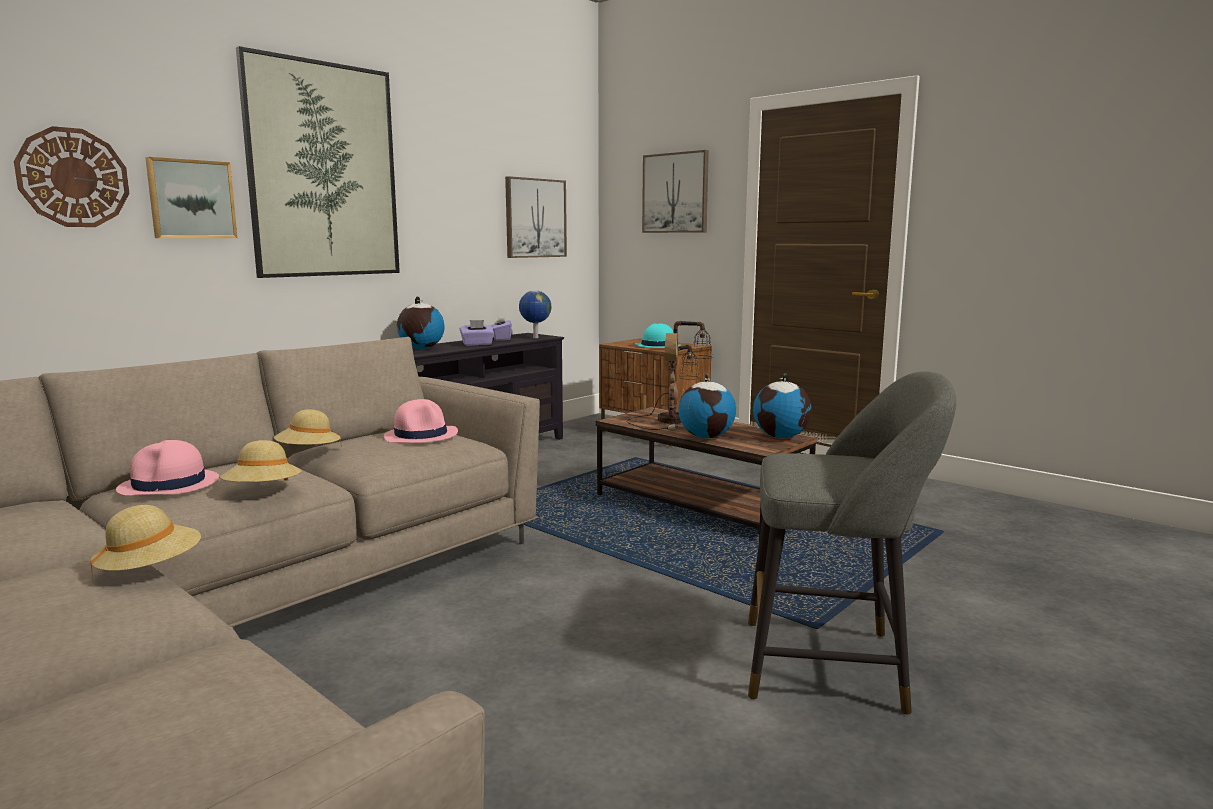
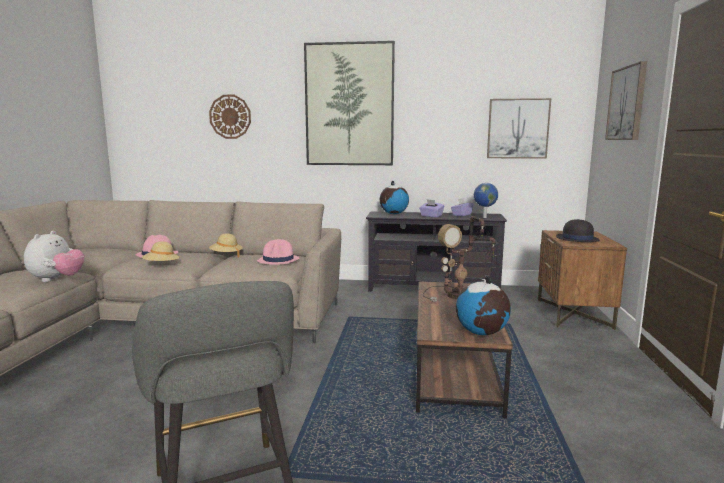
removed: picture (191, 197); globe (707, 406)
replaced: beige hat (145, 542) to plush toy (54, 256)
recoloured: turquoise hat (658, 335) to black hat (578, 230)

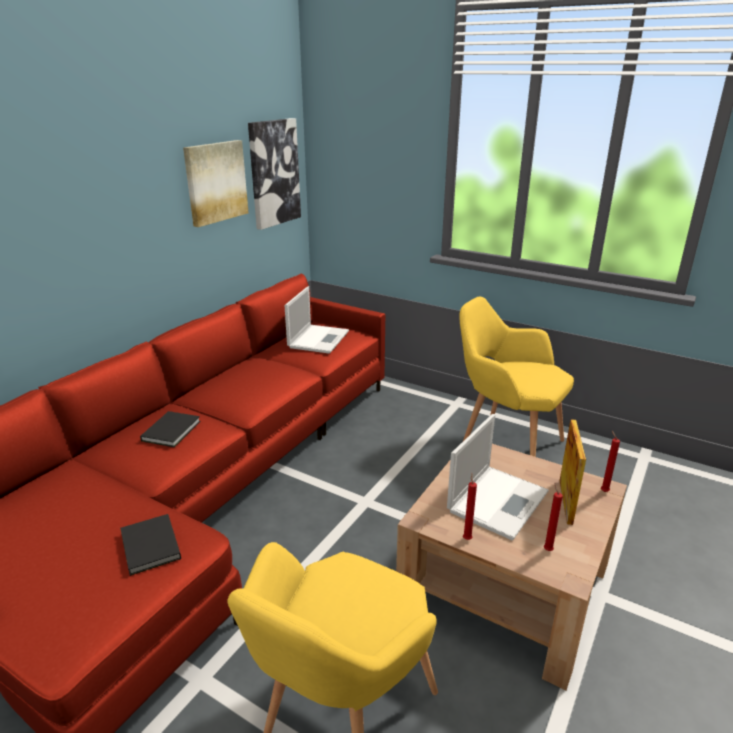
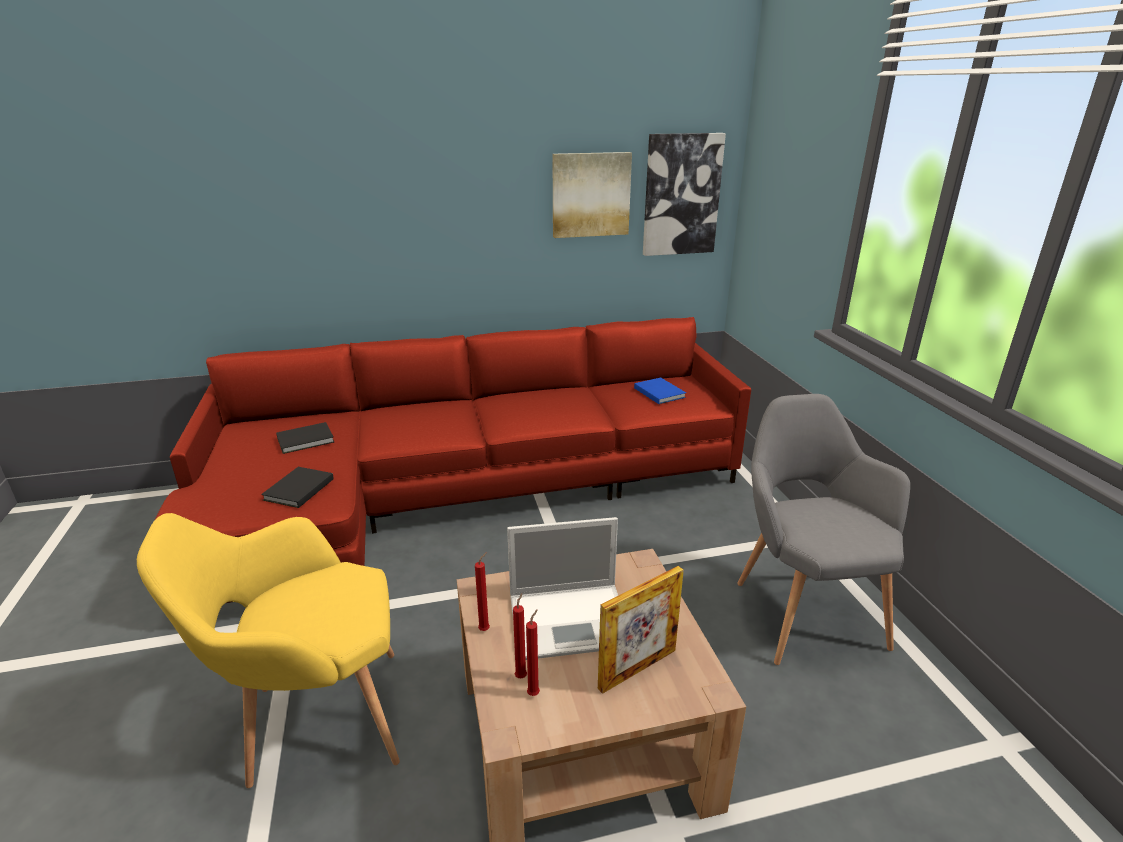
moved: black book (170, 429) to (305, 438); red candle (610, 461) to (520, 635)
replaced: laptop (316, 320) to blue book (660, 391)
recoloured: yellow armchair (516, 377) to grey armchair (824, 529)

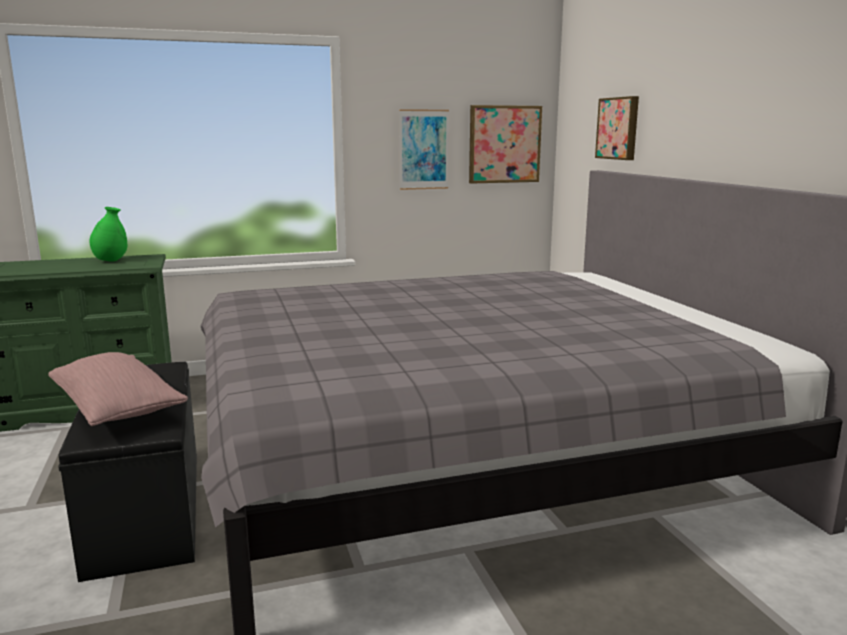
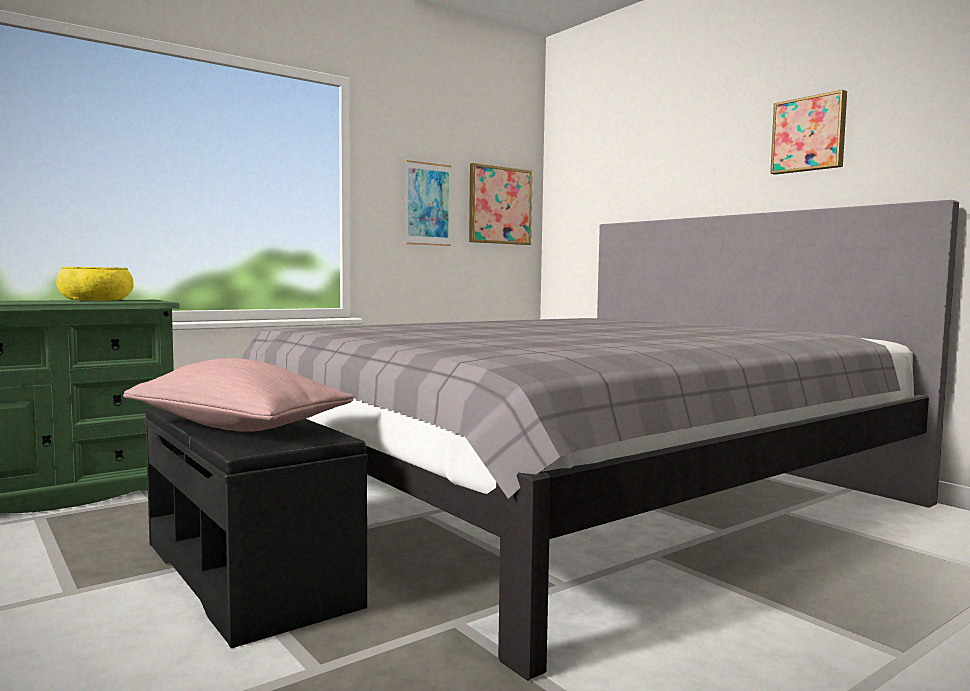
moved: picture (617, 128) to (808, 132)
replaced: green vase (108, 234) to yellow bowl (95, 284)

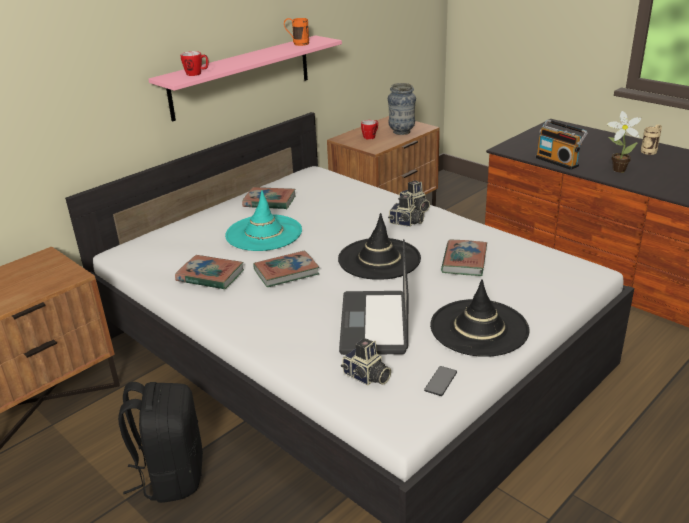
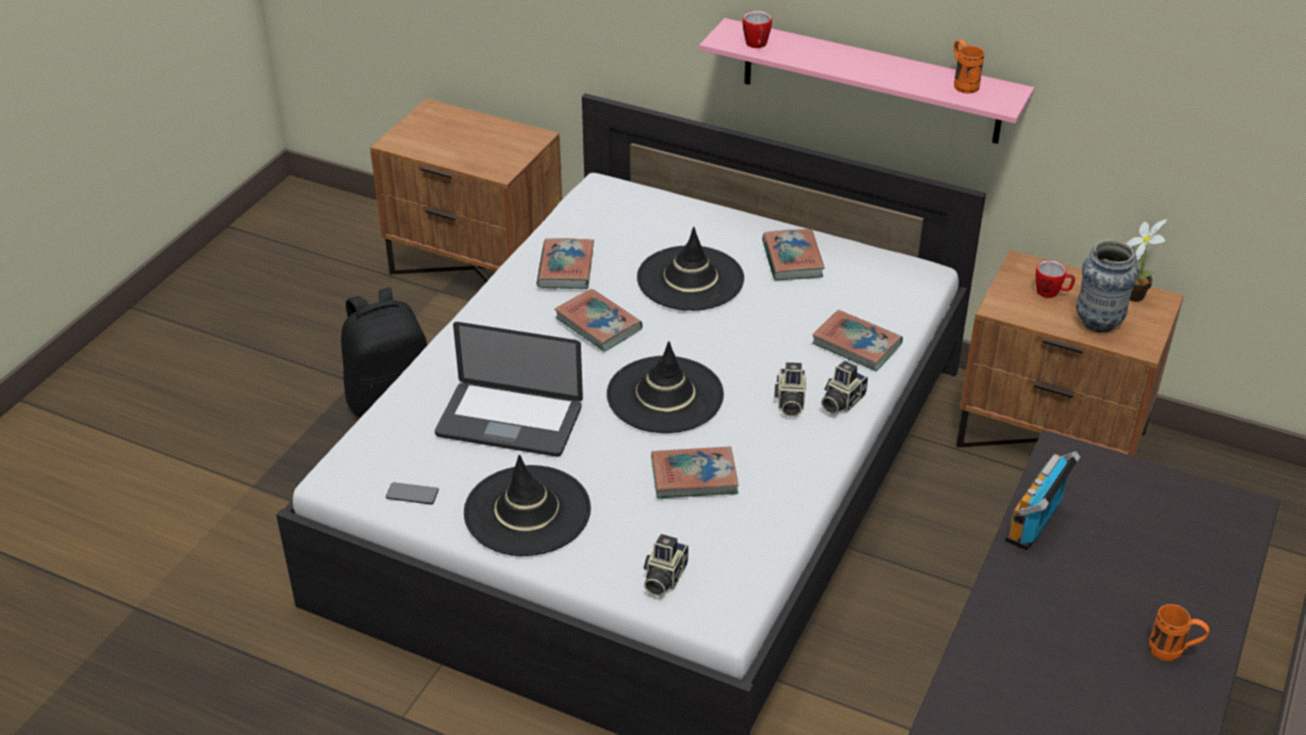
added: book (857, 340)
moved: photo camera (366, 361) to (666, 565); potted plant (624, 141) to (1146, 260)
recoloured: turquoise hat (263, 221) to black hat (690, 269); beige mug (651, 139) to orange mug (1179, 632)
turned: laptop (373, 297) = (509, 389) 150 degrees counterclockwise

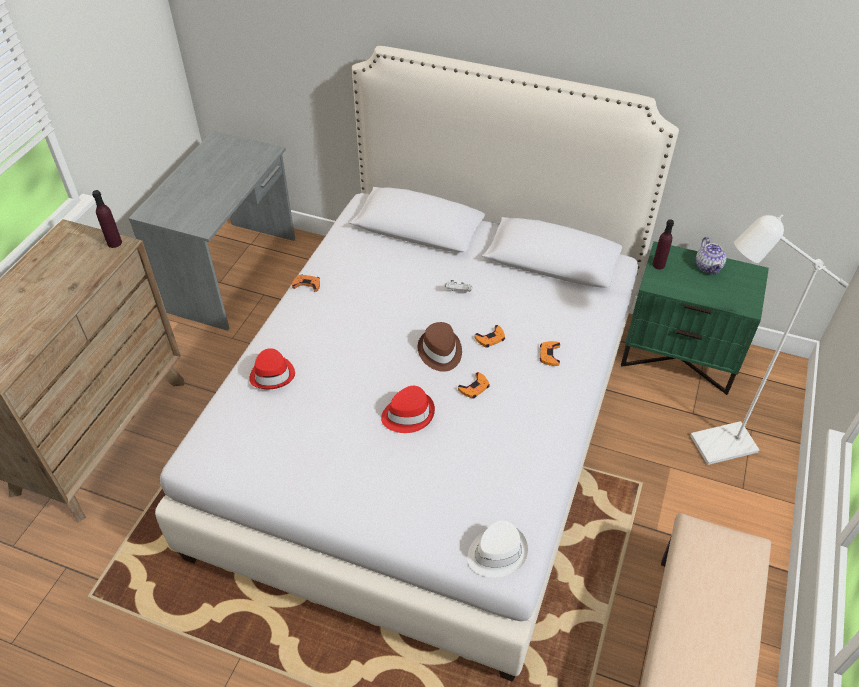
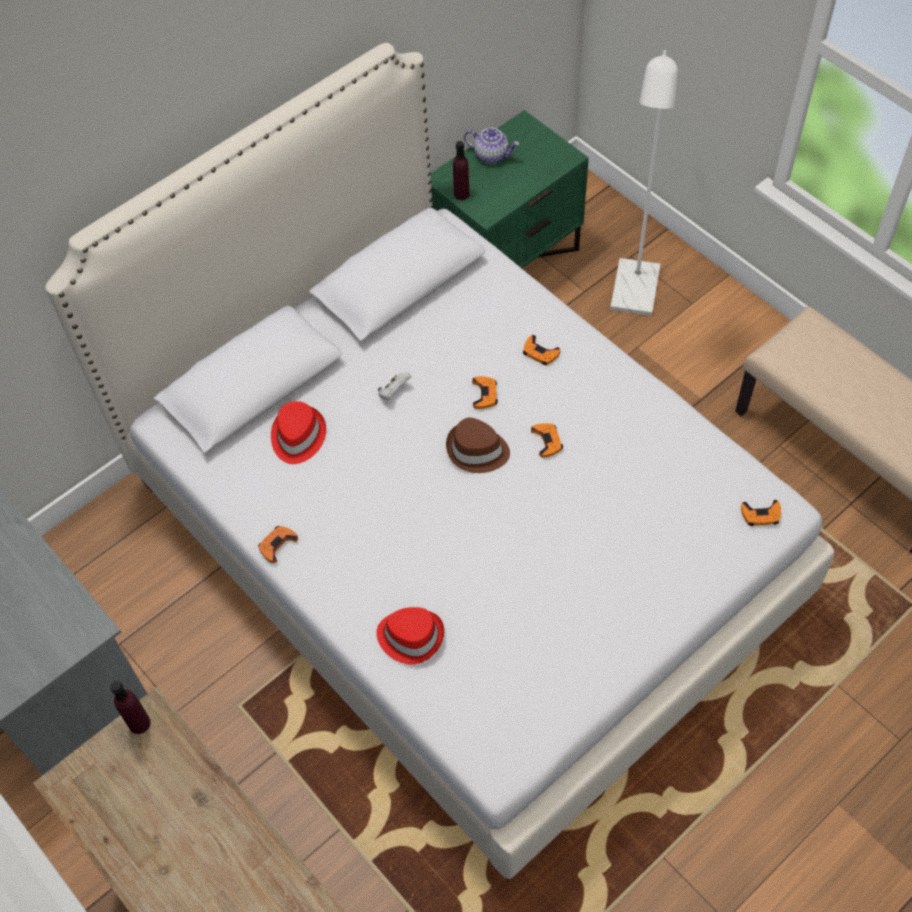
moved: red hat (408, 409) to (298, 432)
replaced: white hat (497, 548) to orange game controller (761, 513)

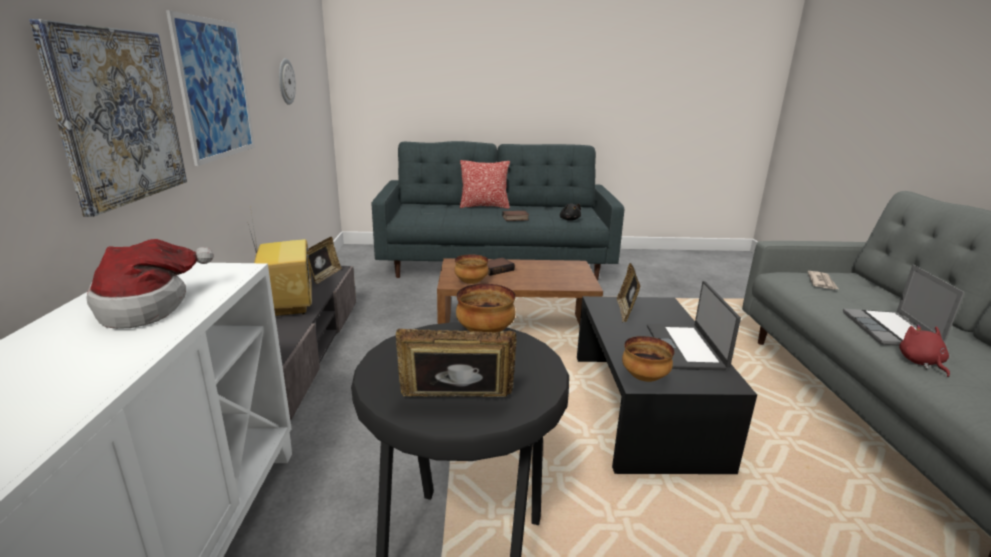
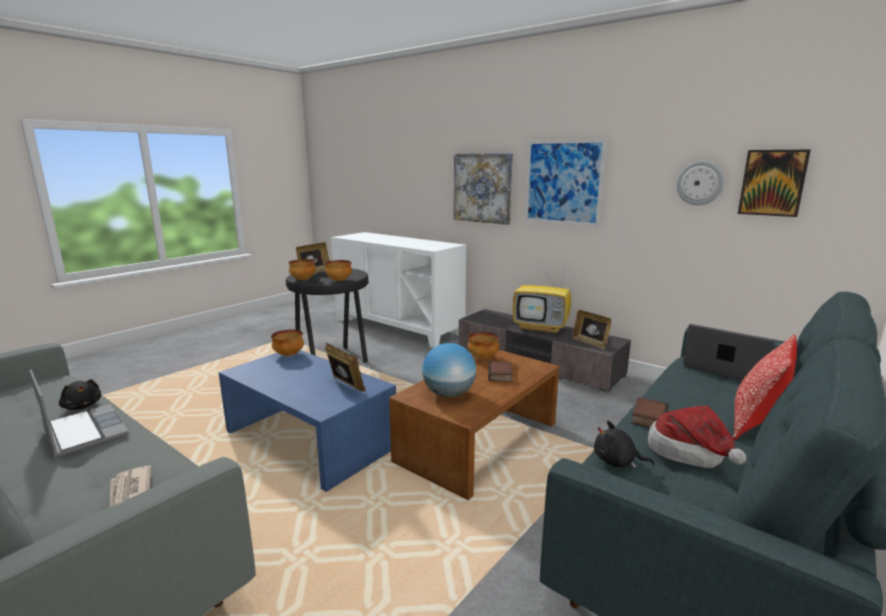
added: bowl (302, 269); globe (449, 370); picture (774, 183)
moved: hat (150, 284) to (697, 437); laptop (694, 325) to (729, 352)
recoloured: black coffee table (667, 385) to blue coffee table (307, 421); red plush toy (924, 350) to black plush toy (80, 394)

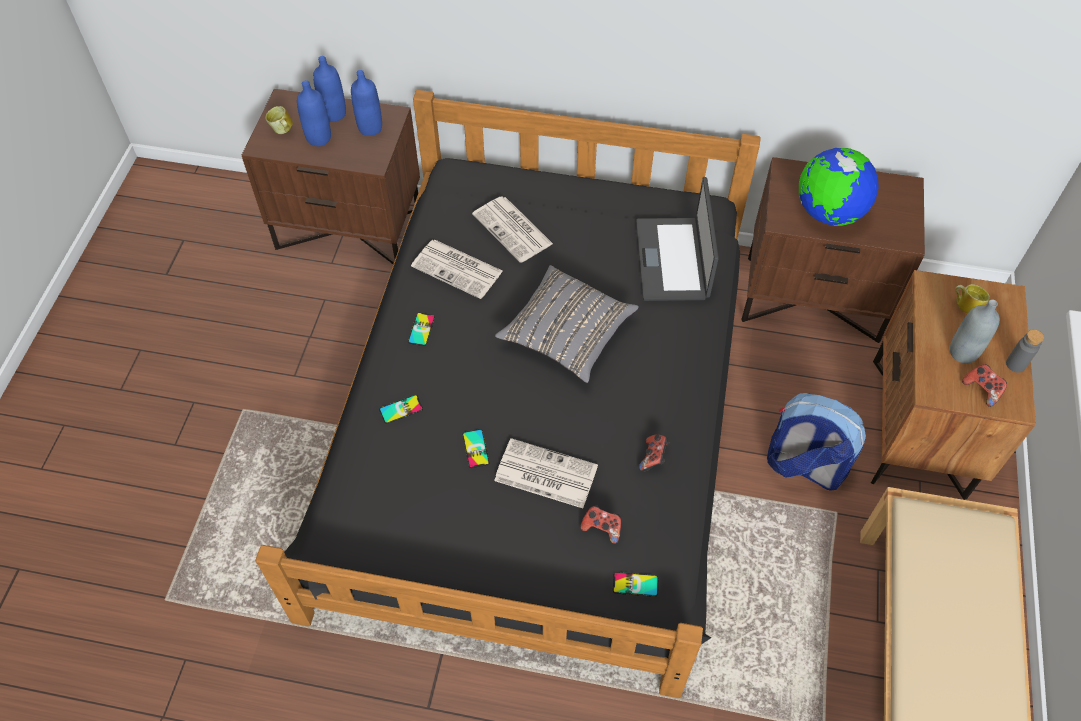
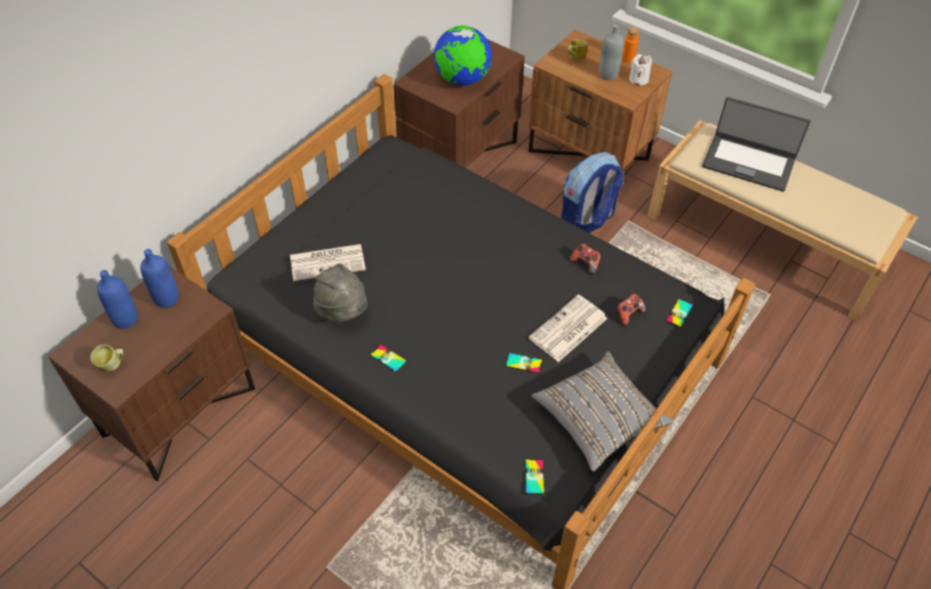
removed: blue bottle (314, 113)
moved: phone (401, 409) to (534, 477); grey pillow (567, 324) to (602, 411); laptop (677, 239) to (756, 144)
replaced: newspaper (457, 269) to grey hat (340, 292); game controller (984, 385) to white candle (640, 69)
recoloured: grey bottle (1025, 351) to orange bottle (630, 45)

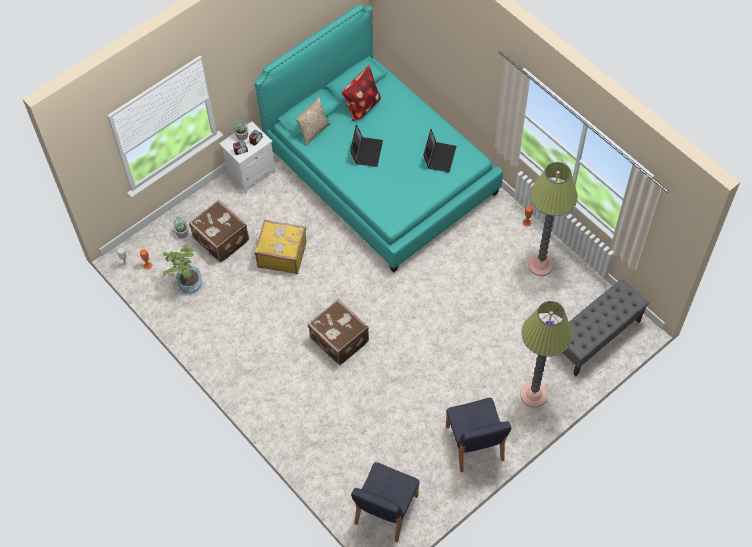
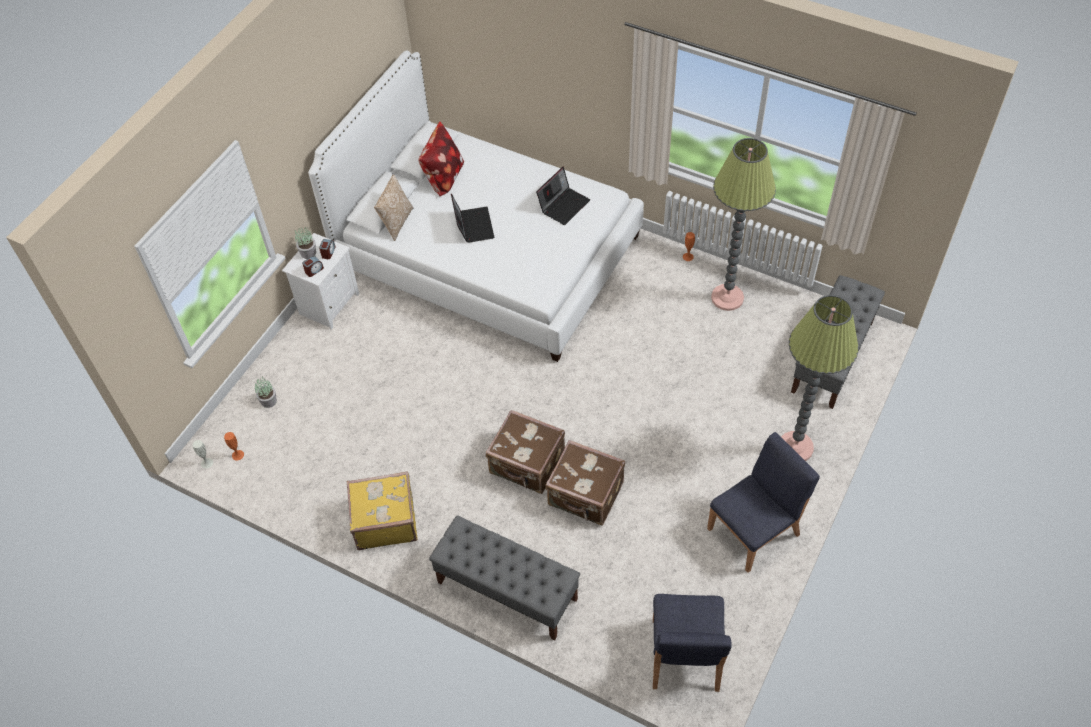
removed: potted plant (182, 269)
added: grey bench (504, 577)
moved: brown suitcase (219, 231) to (585, 483); yellow suitcase (280, 247) to (382, 510)
recoloured: turquoise bed (379, 139) to white bed (476, 206)
turned: laptop (439, 151) = (563, 196) 45 degrees clockwise; blue chair (478, 435) = (763, 502) 90 degrees counterclockwise

